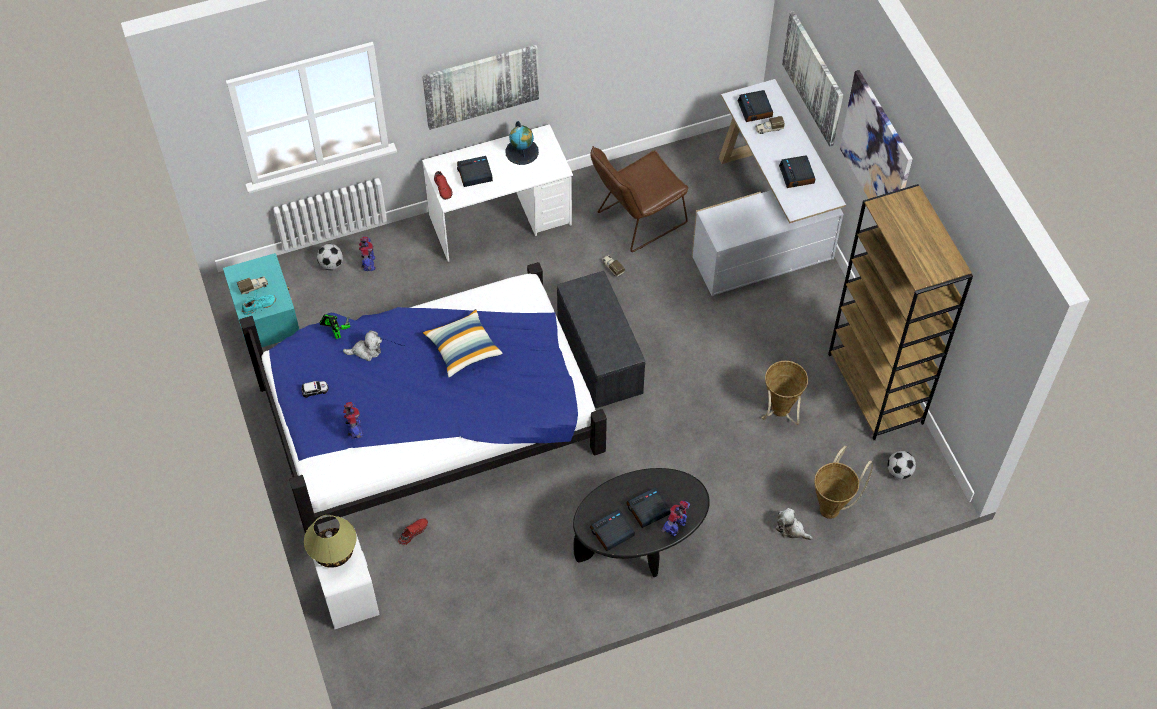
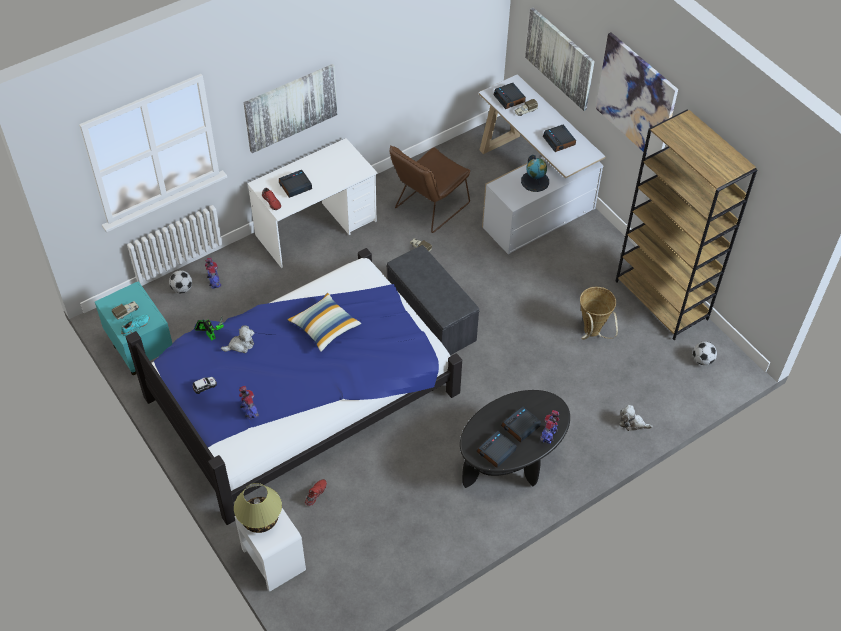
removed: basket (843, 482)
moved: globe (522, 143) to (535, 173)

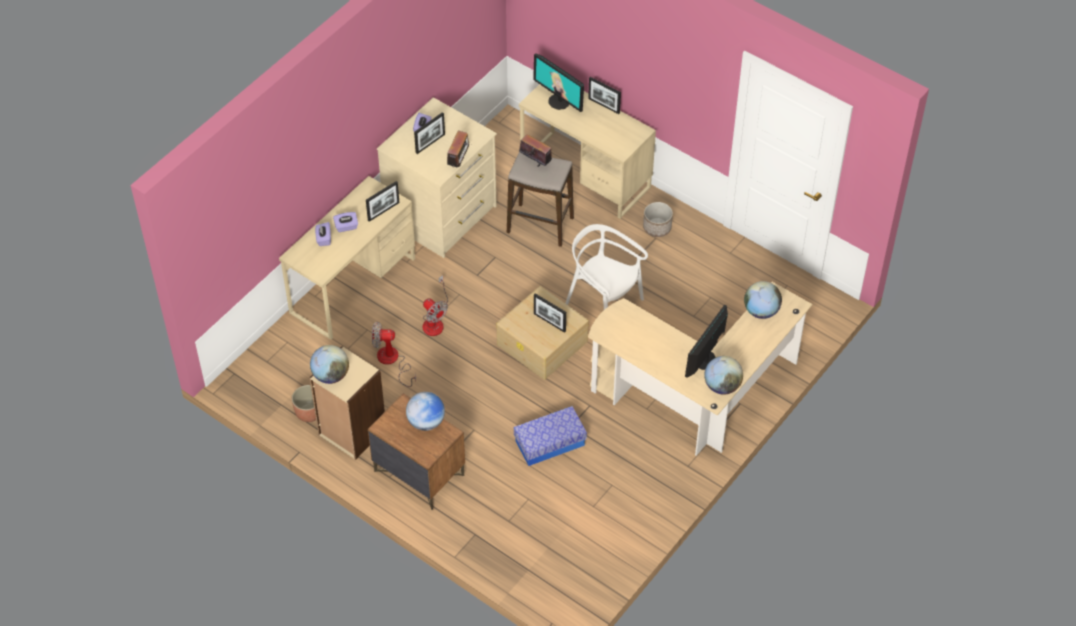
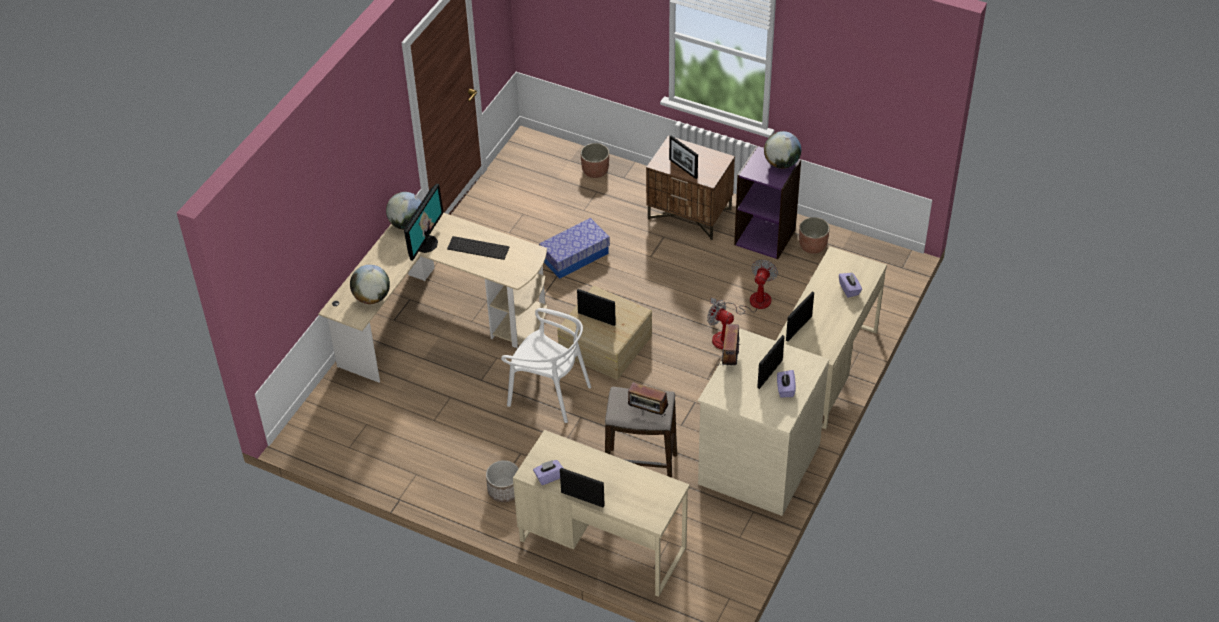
removed: monitor (558, 82)
added: keyboard (478, 248); planter (594, 160)
moved: purple tissue box (345, 222) to (548, 472)
replaced: globe (425, 411) to picture frame (683, 157)
recoloured: beige bookcase (347, 403) to purple bookcase (767, 202)
turned: fan (394, 354) = (744, 286) 60 degrees counterclockwise

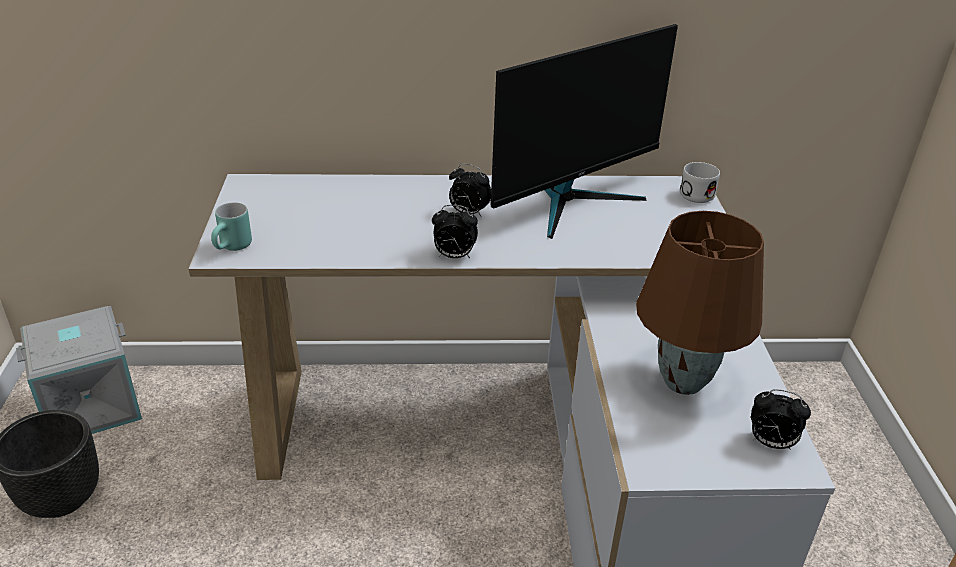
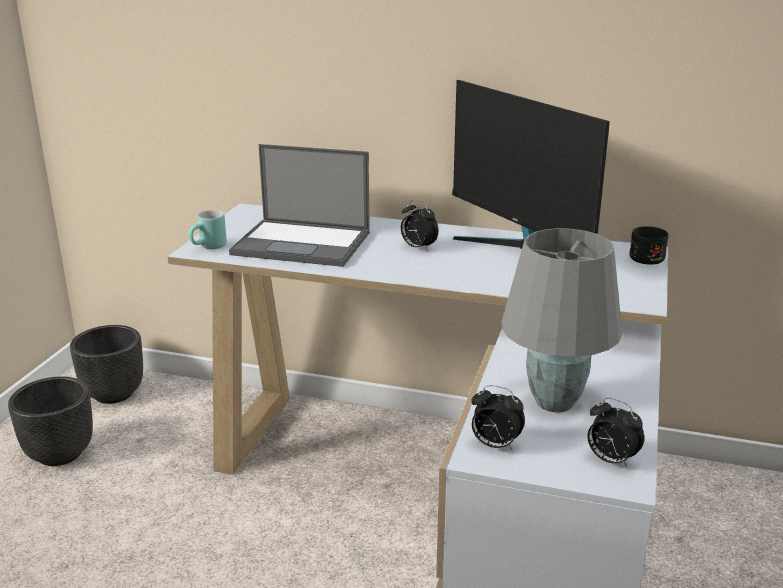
added: laptop (299, 205)
moved: alarm clock (455, 231) to (498, 418)
replaced: grey storage box (79, 370) to black planter (106, 364)
recoloured: brown table lamp (700, 303) to grey table lamp (562, 320); white mug (700, 182) to black mug (649, 245)
turned: monitor (584, 131) = (531, 164) 75 degrees clockwise

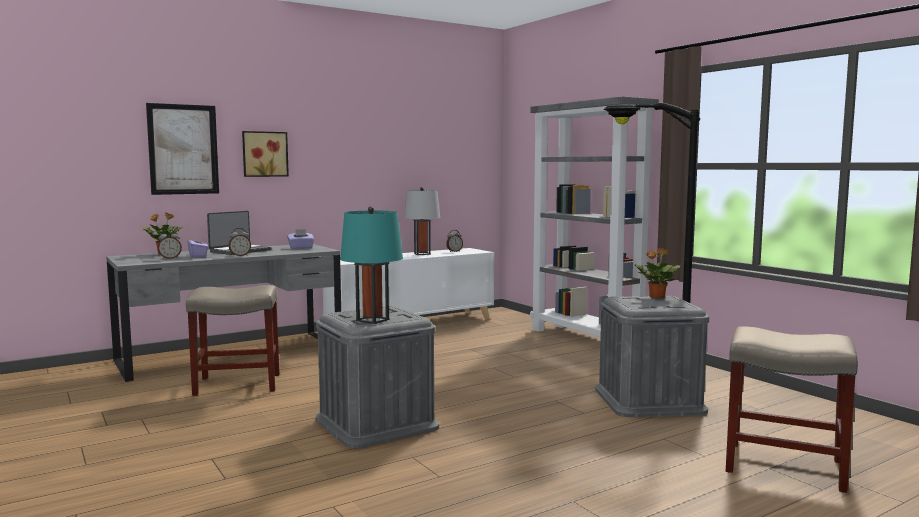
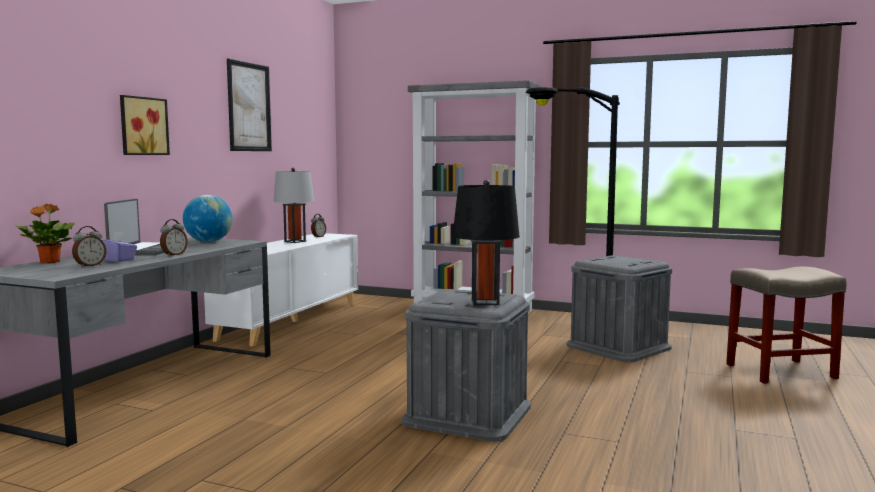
removed: beige stool (233, 340); potted plant (657, 273)
moved: picture (182, 149) to (249, 105)
replaced: purple tissue box (300, 239) to globe (207, 218)
recoloured: turquoise table lamp (371, 265) to black table lamp (486, 242)

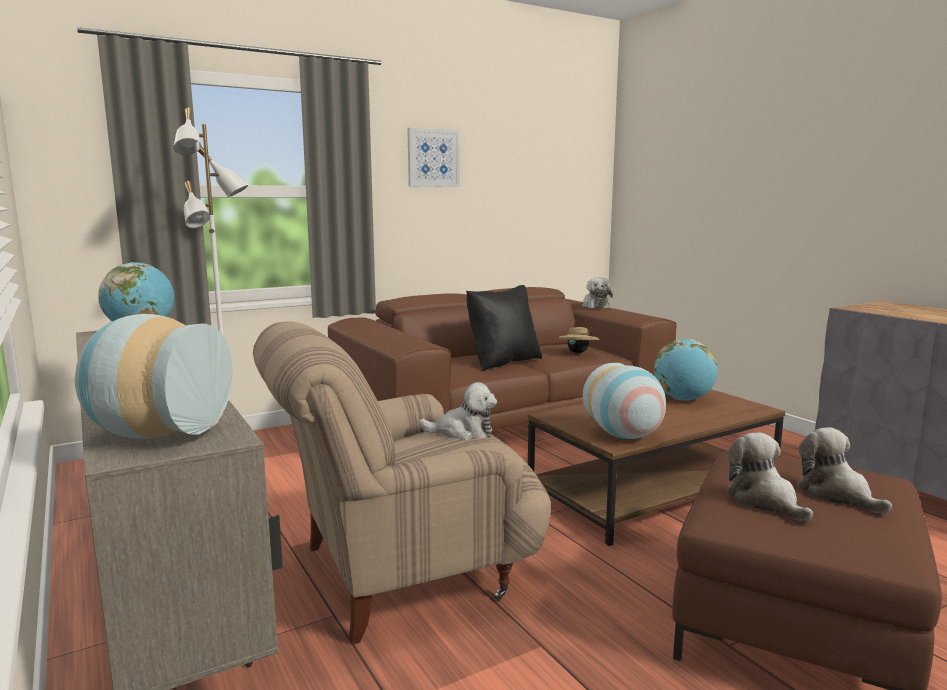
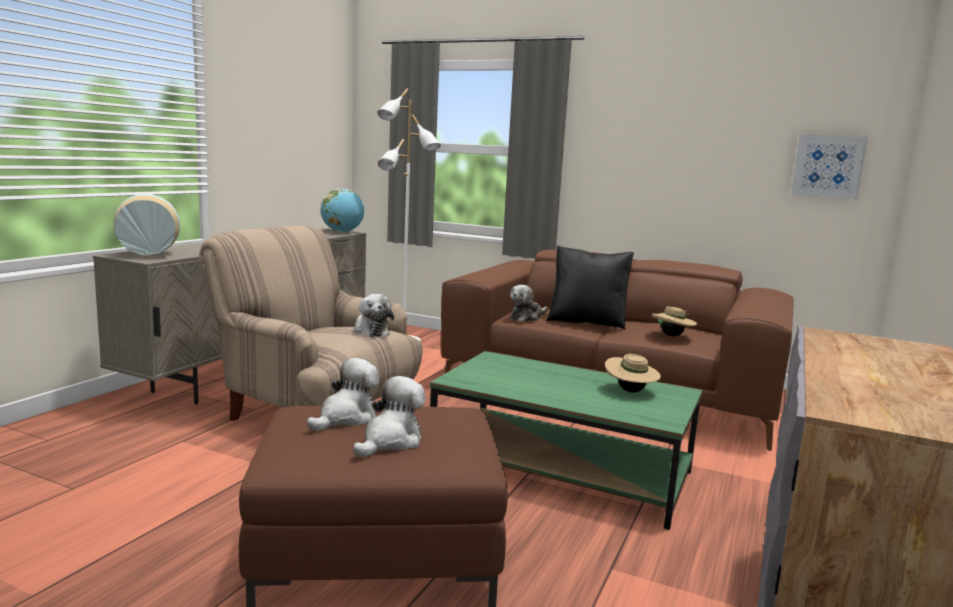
removed: vase (624, 401)
moved: picture (433, 157) to (829, 166); plush toy (597, 293) to (529, 303)
replaced: globe (686, 369) to beige hat (633, 373)
recoloured: brown coffee table (656, 467) to green coffee table (566, 440)

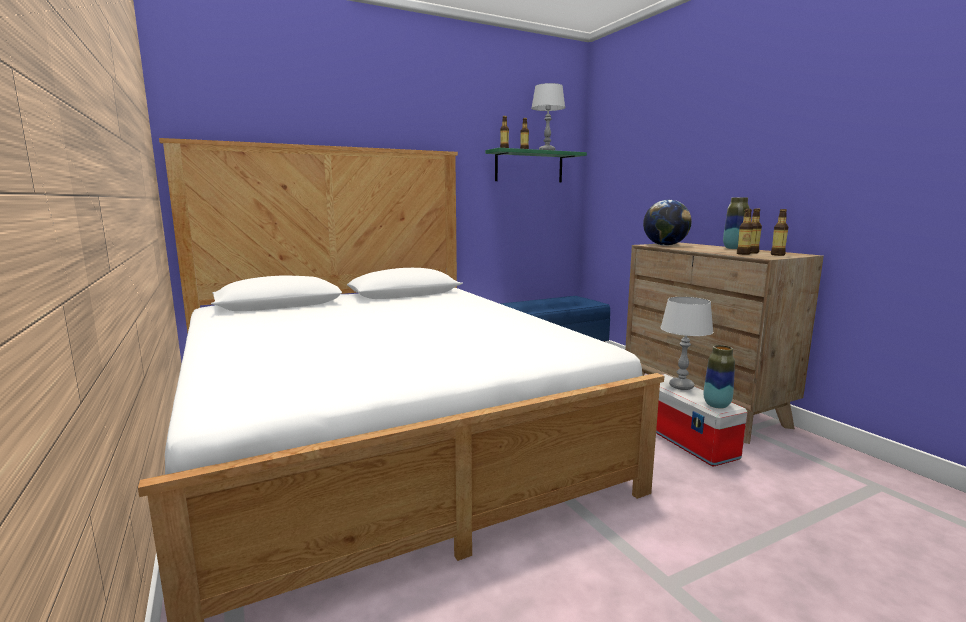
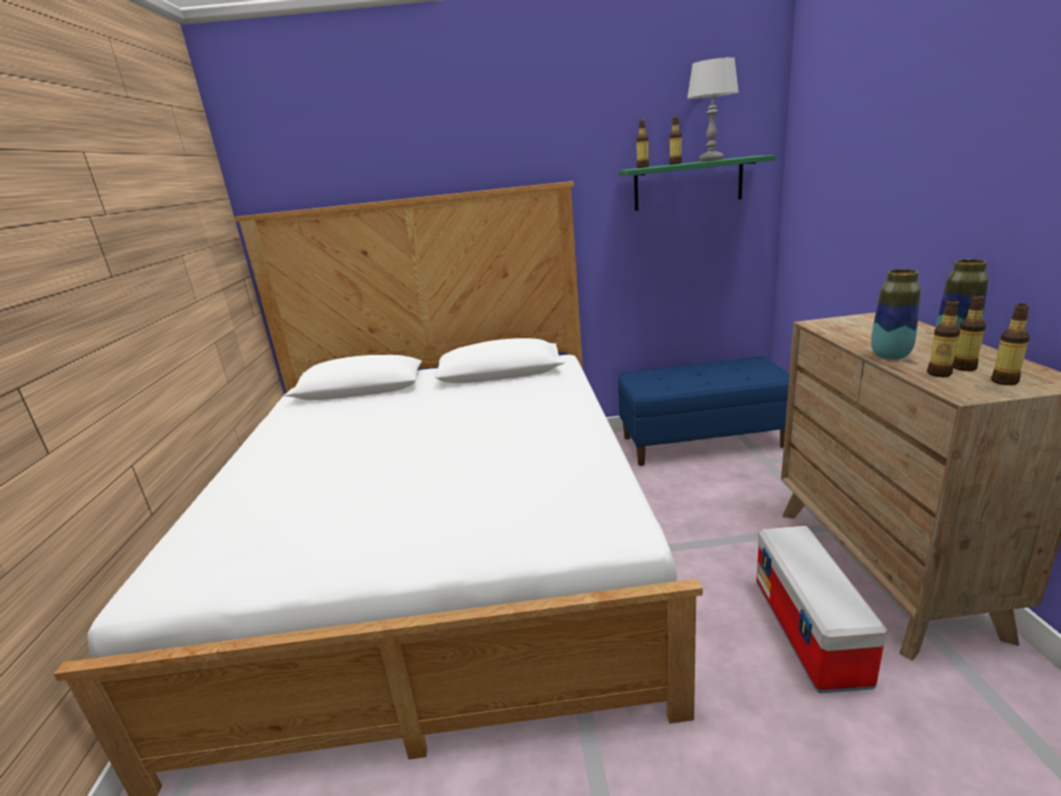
removed: globe (667, 223); grey table lamp (686, 343)
moved: vase (719, 377) to (896, 314)

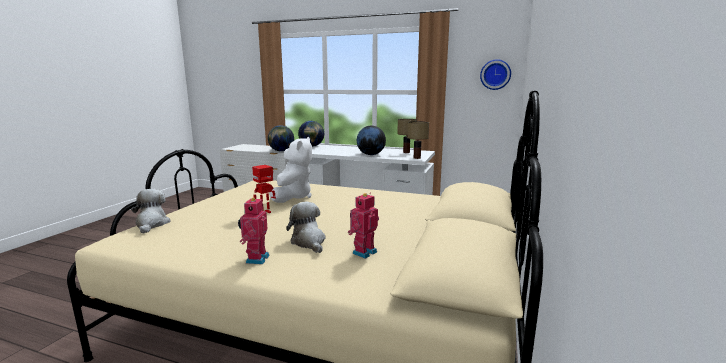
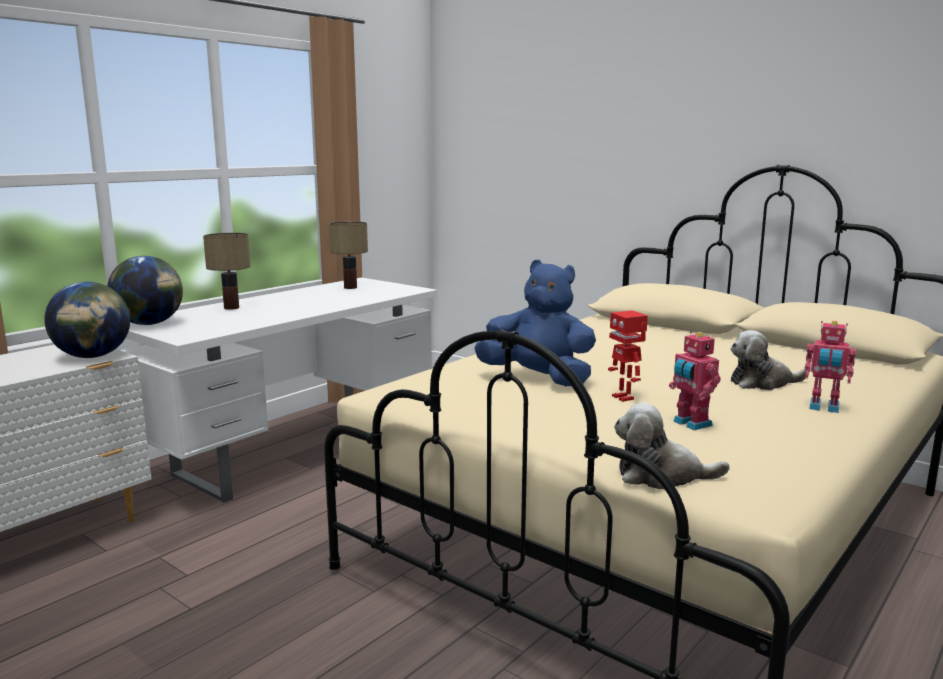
removed: globe (371, 140); wall clock (495, 74)
moved: toy robot (363, 226) to (695, 380); table lamp (418, 140) to (226, 271)
recoloured: white plush toy (290, 170) to blue plush toy (535, 323)

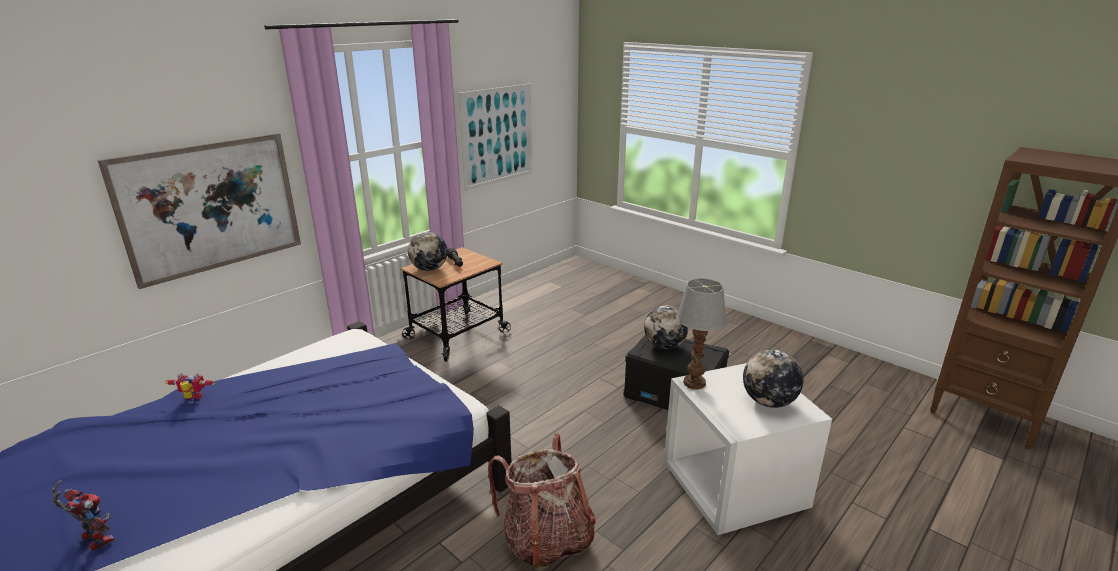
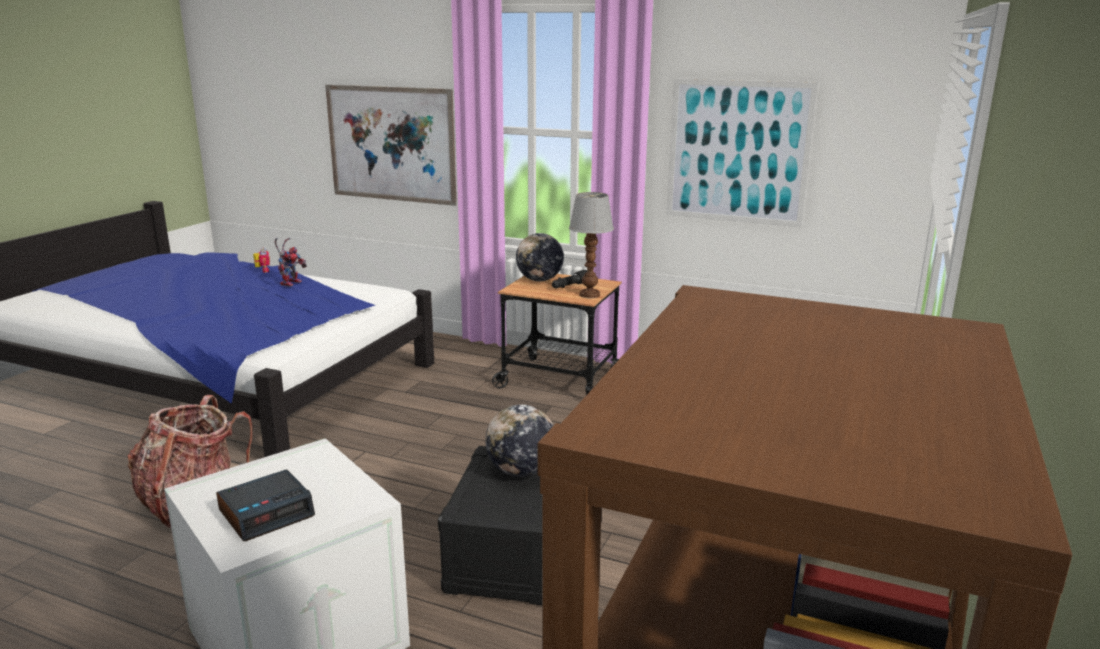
moved: toy robot (83, 515) to (290, 262); table lamp (701, 334) to (591, 245)
replaced: globe (773, 379) to alarm clock (265, 505)

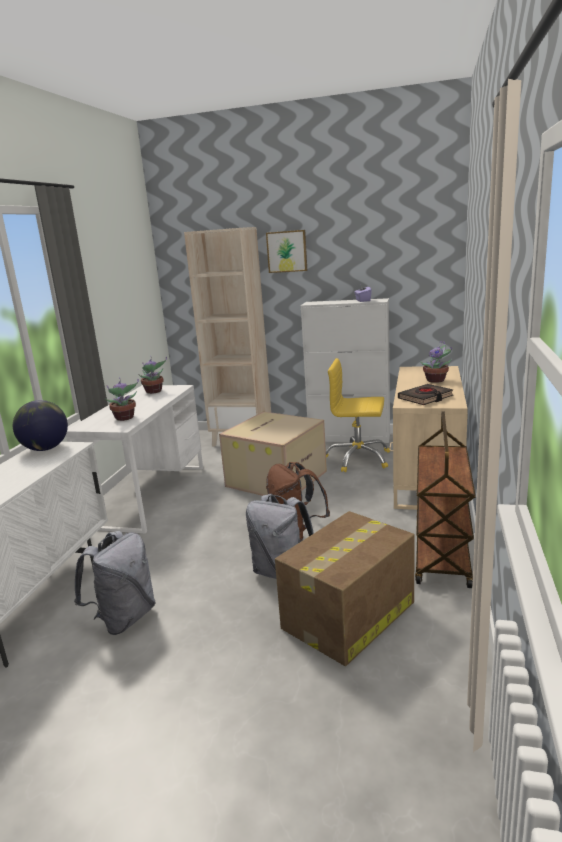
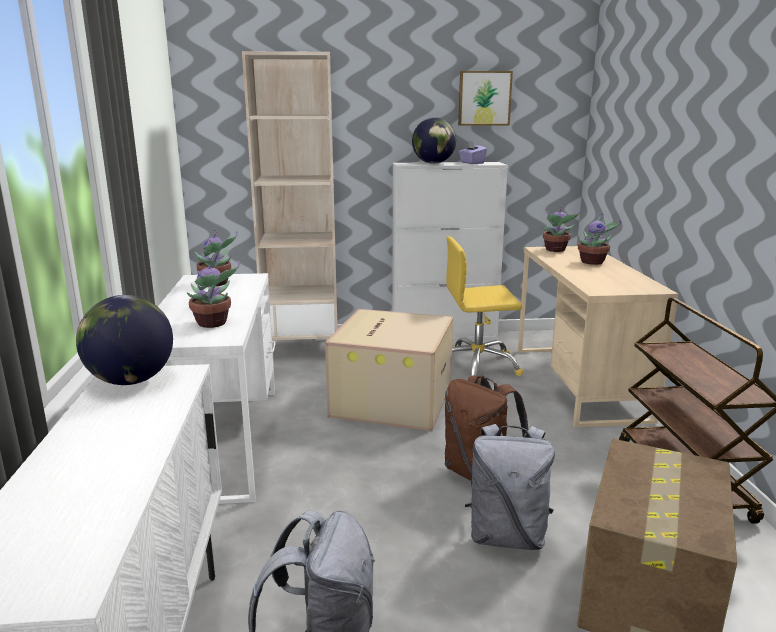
removed: black book (425, 394)
added: globe (434, 140); potted plant (561, 228)
moved: picture (286, 251) to (485, 98)

